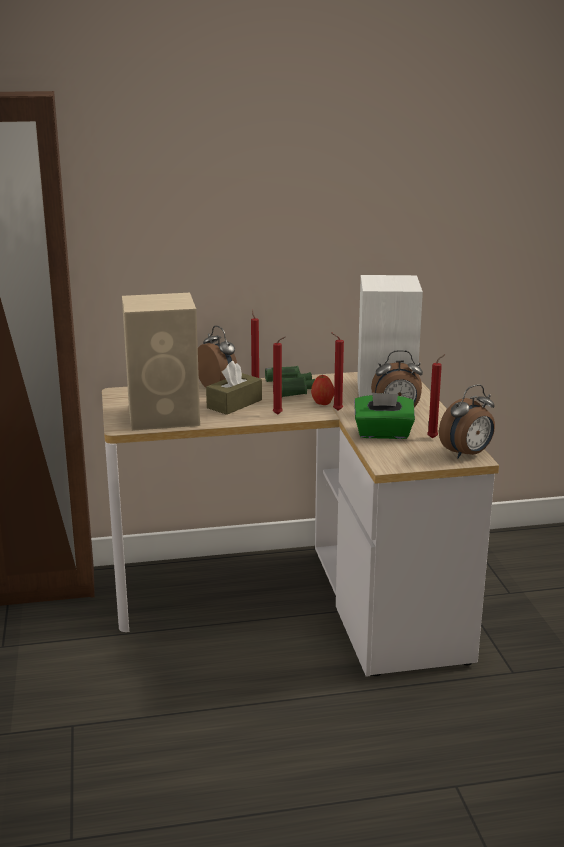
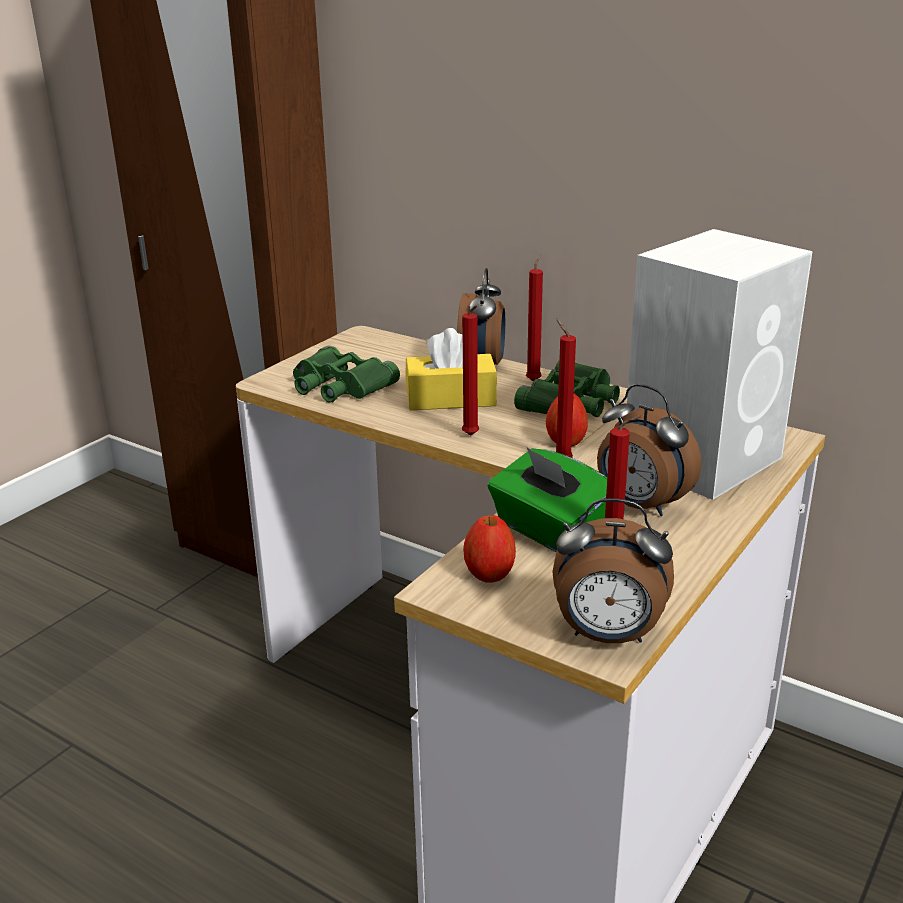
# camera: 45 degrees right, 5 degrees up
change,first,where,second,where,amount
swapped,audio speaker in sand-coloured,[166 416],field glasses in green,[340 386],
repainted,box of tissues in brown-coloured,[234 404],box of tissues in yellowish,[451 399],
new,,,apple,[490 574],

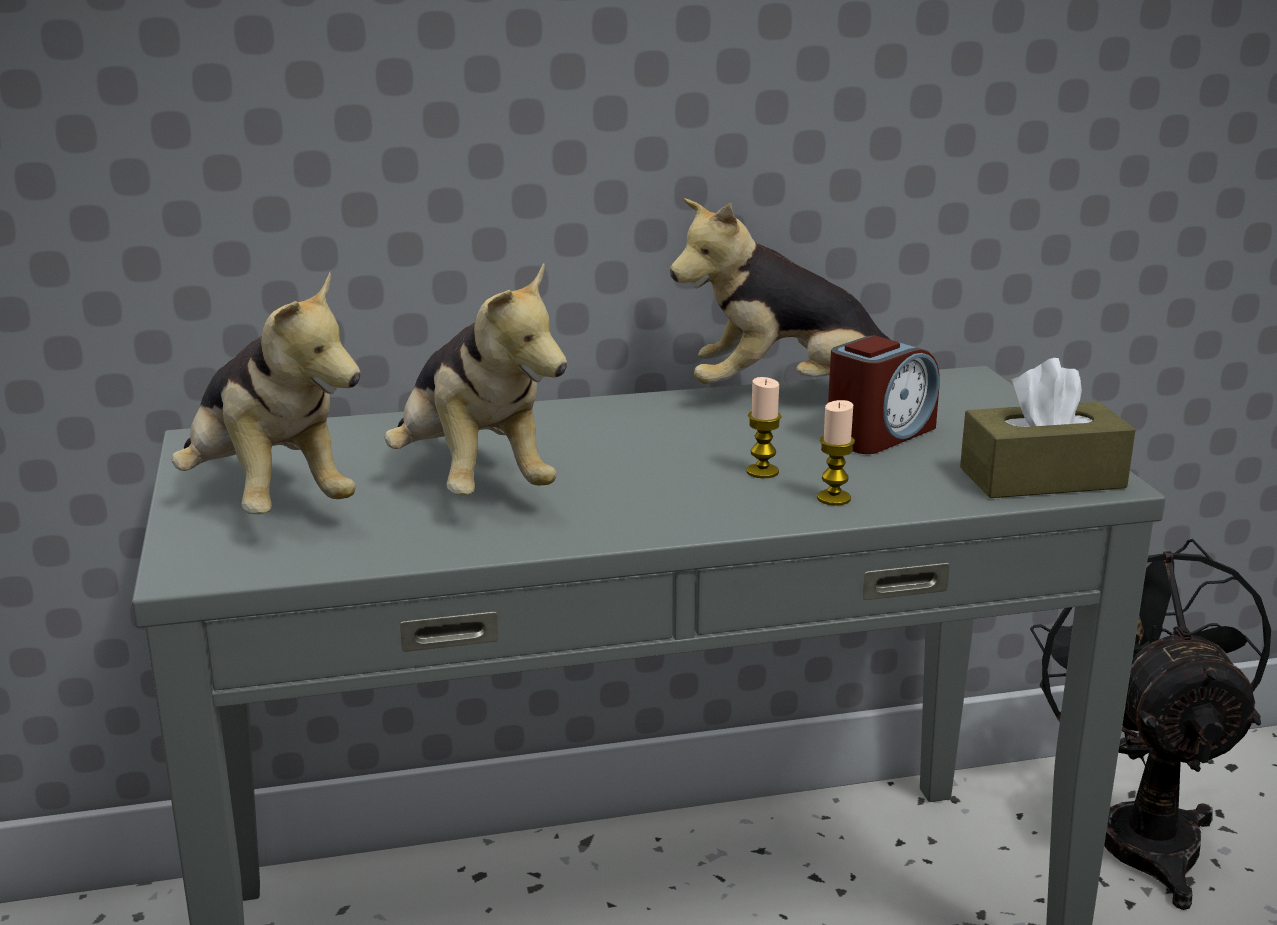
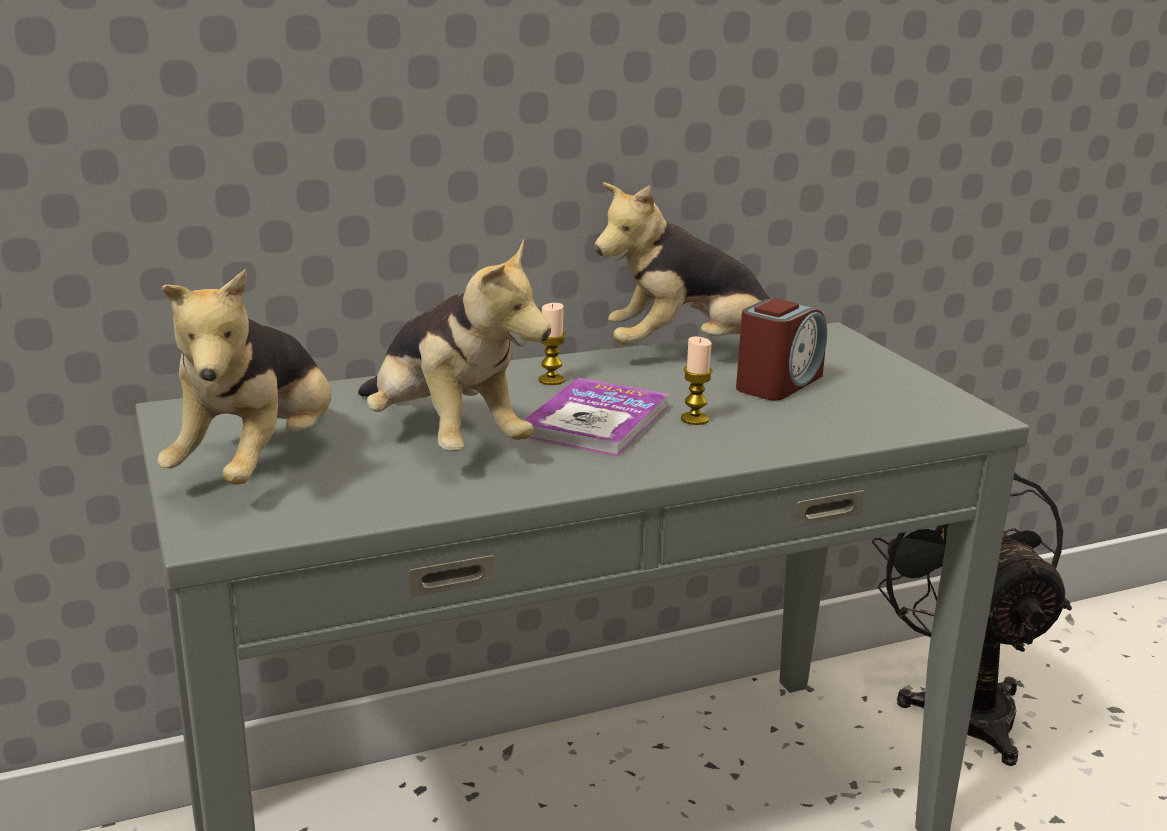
# camera: 10 degrees left, 0 degrees up
change,first,where,second,where,amount
rotated,soft toy,[266 500],,[260 464],60 degrees clockwise
gone,box of tissues in brown-coloured,[1042 478],,,
shifted,wax light,[833 498],,[551 380],
new,,,bound book,[596 421],

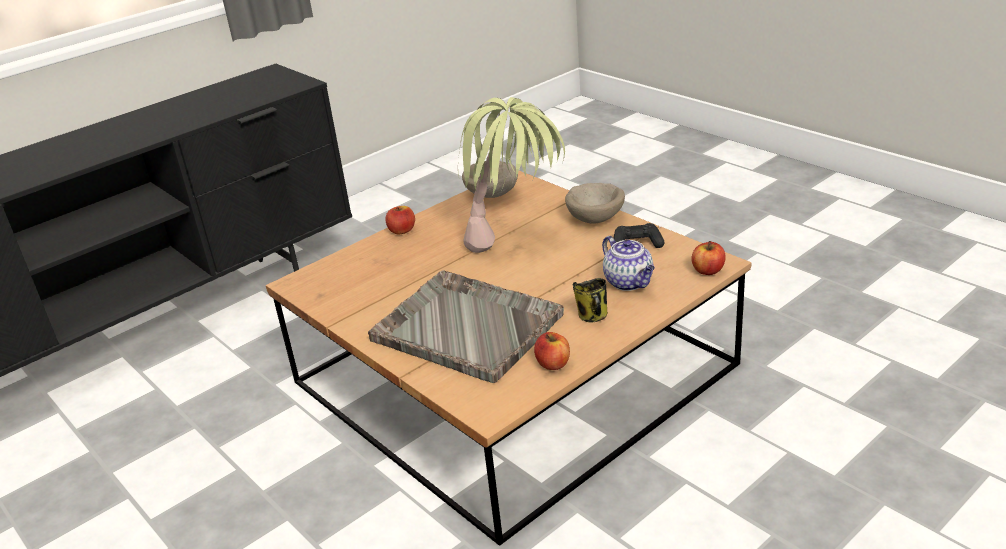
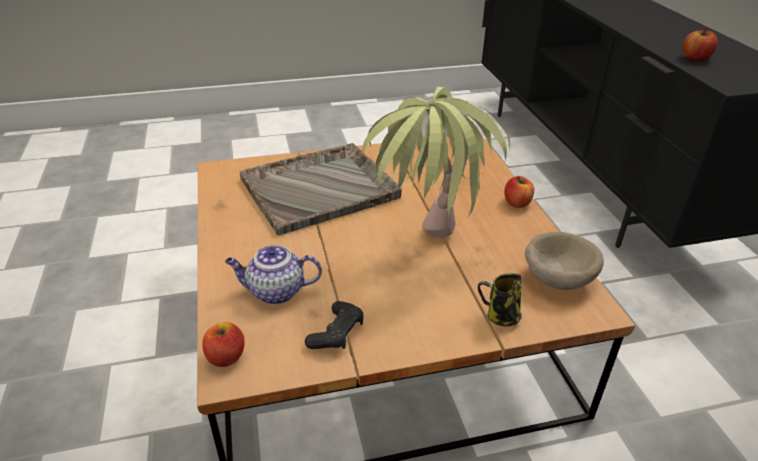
# camera: 115 degrees right, 5 degrees up
change,first,where,second,where,amount
gone,bowl in sand-coloured,[596 218],,,
shifted,tea mug,[593 317],,[500 316],
shifted,apple,[553 364],,[695 58],

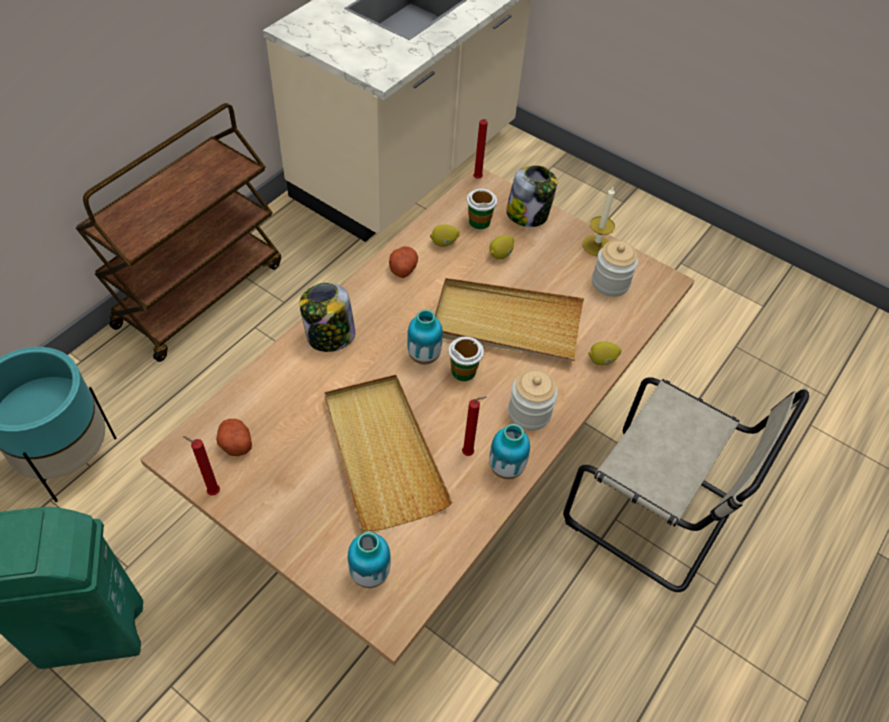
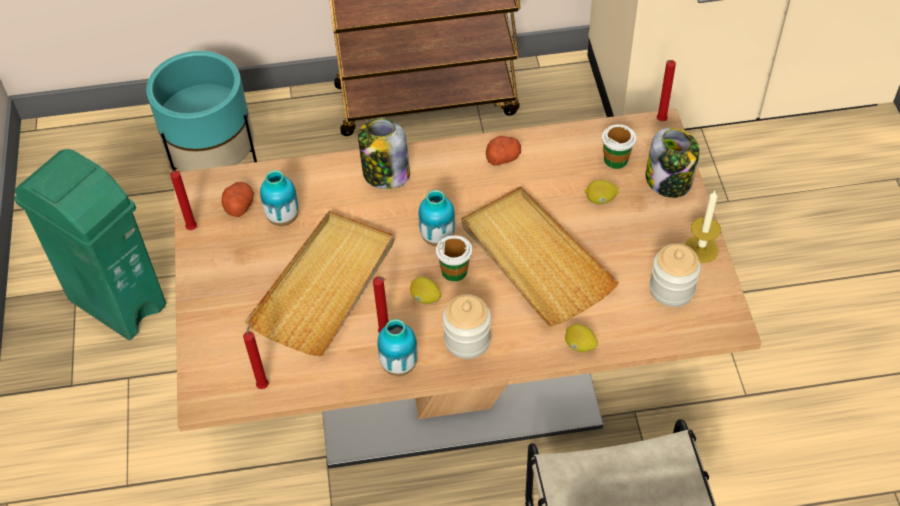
# camera: 50 degrees right, 0 degrees up
change,first,where,second,where,amount
shifted,citrus fruit,[444 243],,[425 298],
shifted,decorative vase,[370 574],,[283 218],
new,,,wax light in red,[264 384],

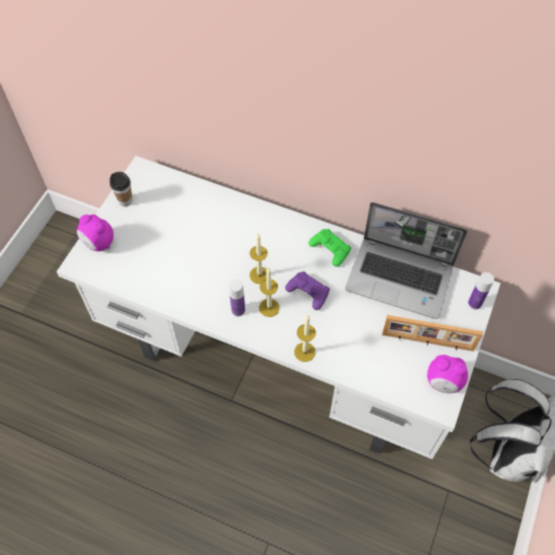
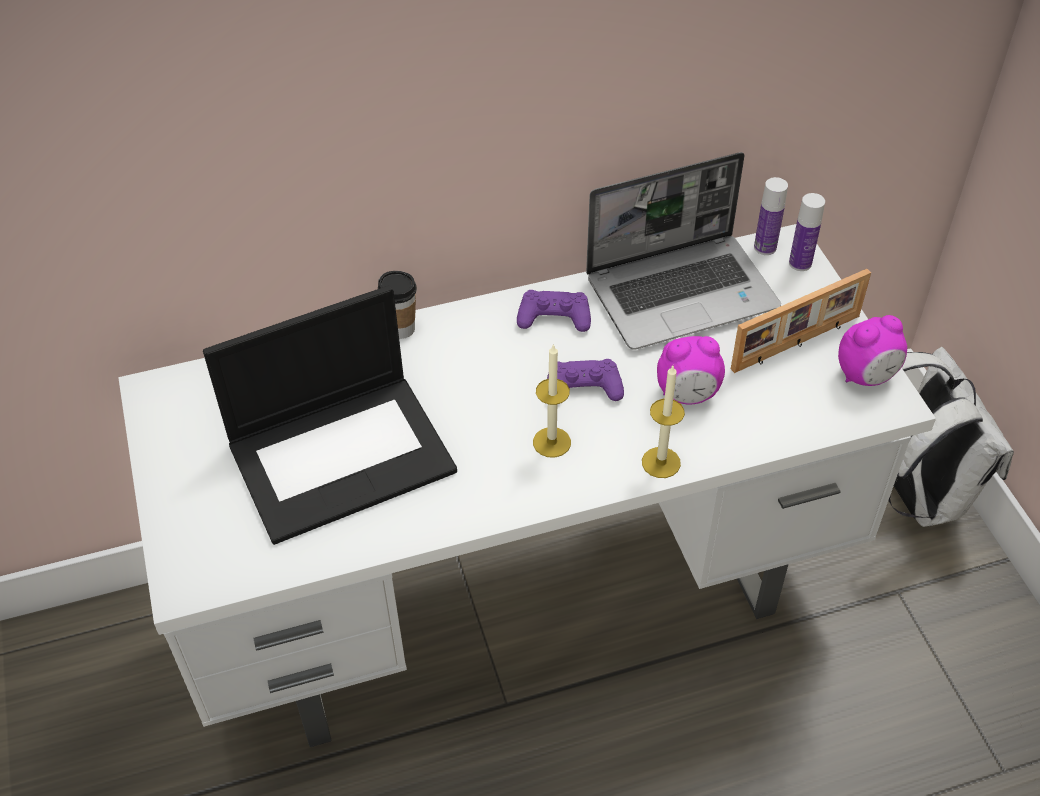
# camera: 40 degrees left, 10 degrees down
change,first,where,second,where,amount
shifted,drinking cup,[125 201],,[401 329],
shifted,alarm clock,[98 243],,[687 394],
repainted,gamepad in green,[330 249],gamepad in purplish,[554 316],
gone,wax light,[259 275],,,
shifted,bottle,[238 310],,[765 247],
new,,,laptop,[342 455],

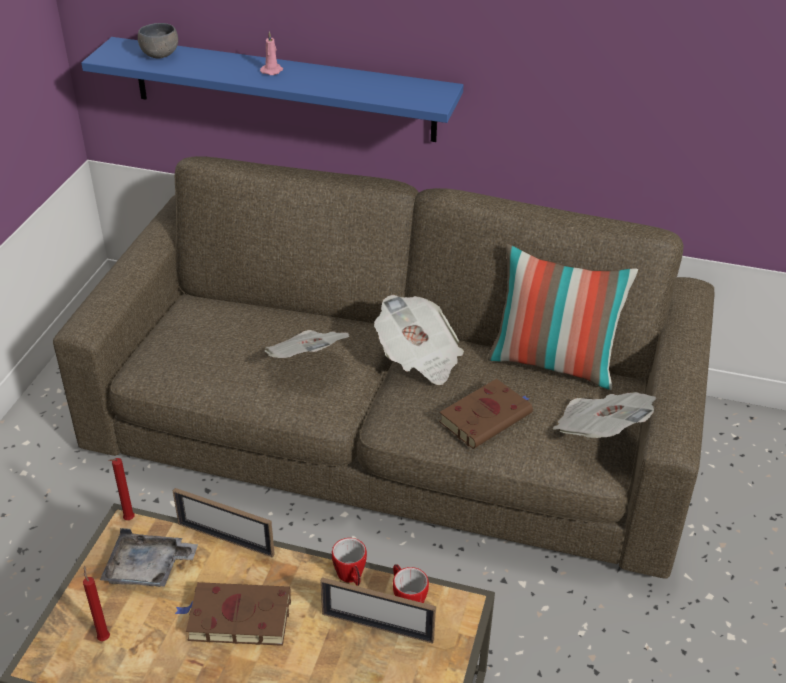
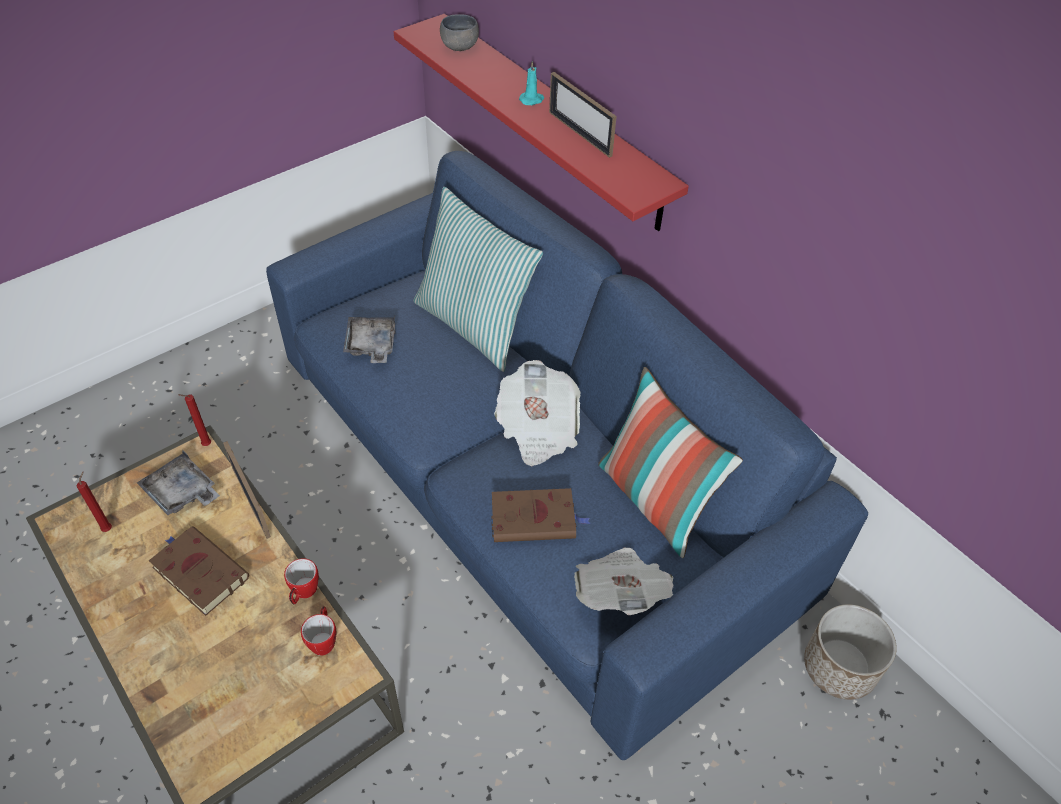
# camera: 35 degrees right, 10 degrees up
change,first,where,second,where,amount
repainted,wax light in pinkish,[272 70],wax light in turquoise-coloured,[532 100],
repainted,wall shelf in blue-coloured,[283 89],wall shelf in red,[552 120],
repainted,settee in brown-coloured,[392 428],settee in blue-coloured,[528 473],
gone,printed paper,[307 360],,,
shifted,picture frame,[377 627],,[580 133],
new,,,cushion,[475 325],
new,,,tray in greyish,[371 345],
new,,,planter,[840 667],

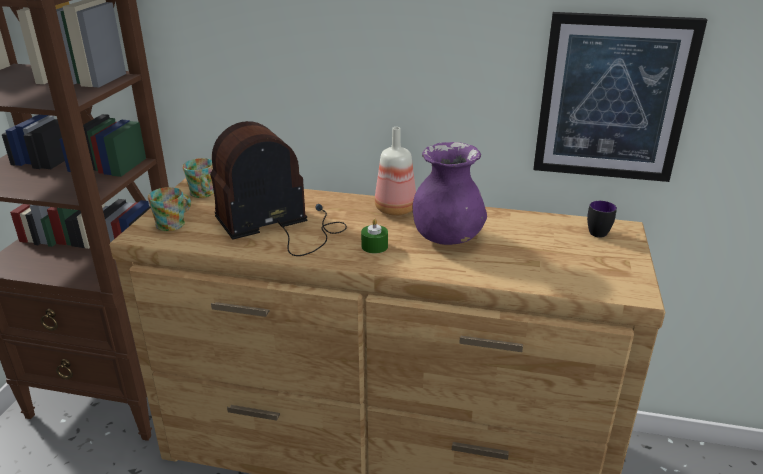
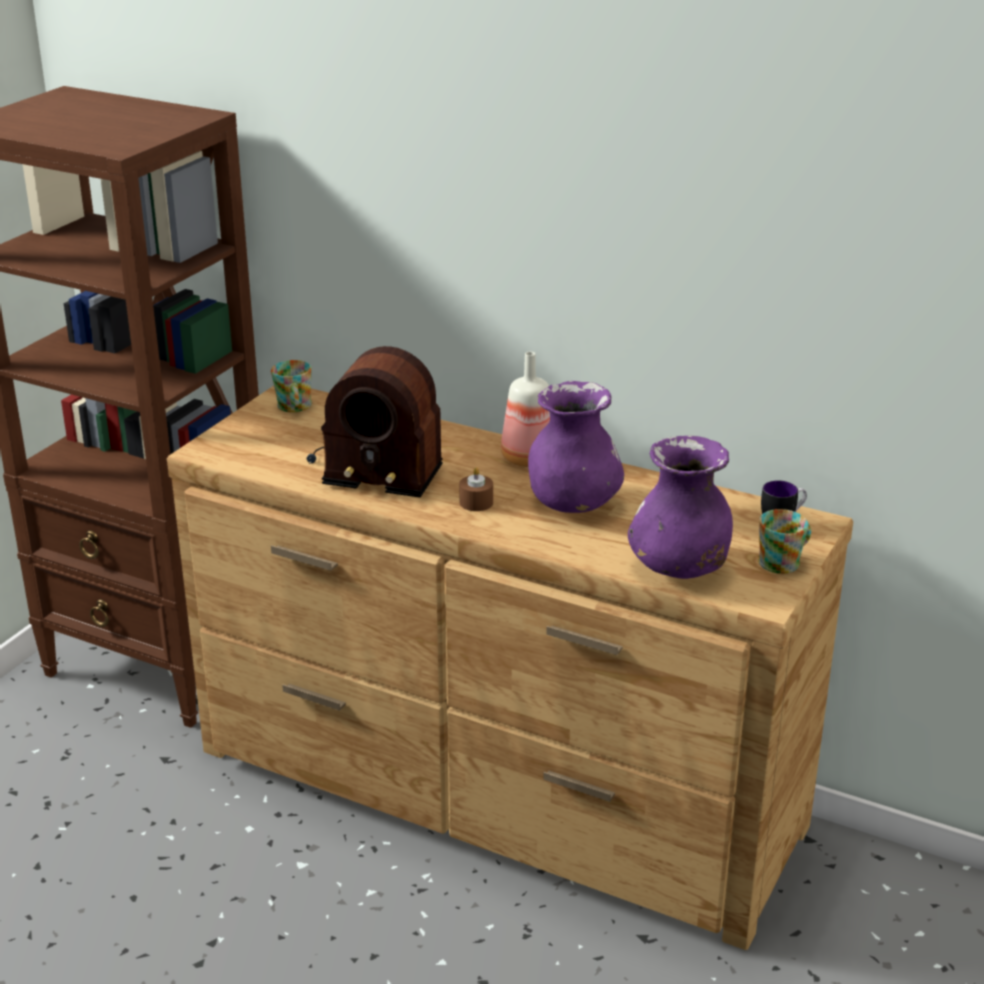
# camera: 15 degrees right, 0 degrees up
change,first,where,second,where,amount
gone,wall art,[612 98],,,
rotated,radio set,[281 226],,[374 462],150 degrees counterclockwise
shifted,tea mug,[174 223],,[784 561],
repainted,wax light in green,[374 246],wax light in brown-coloured,[476 502],
new,,,decorative vase in purplish,[679 569],

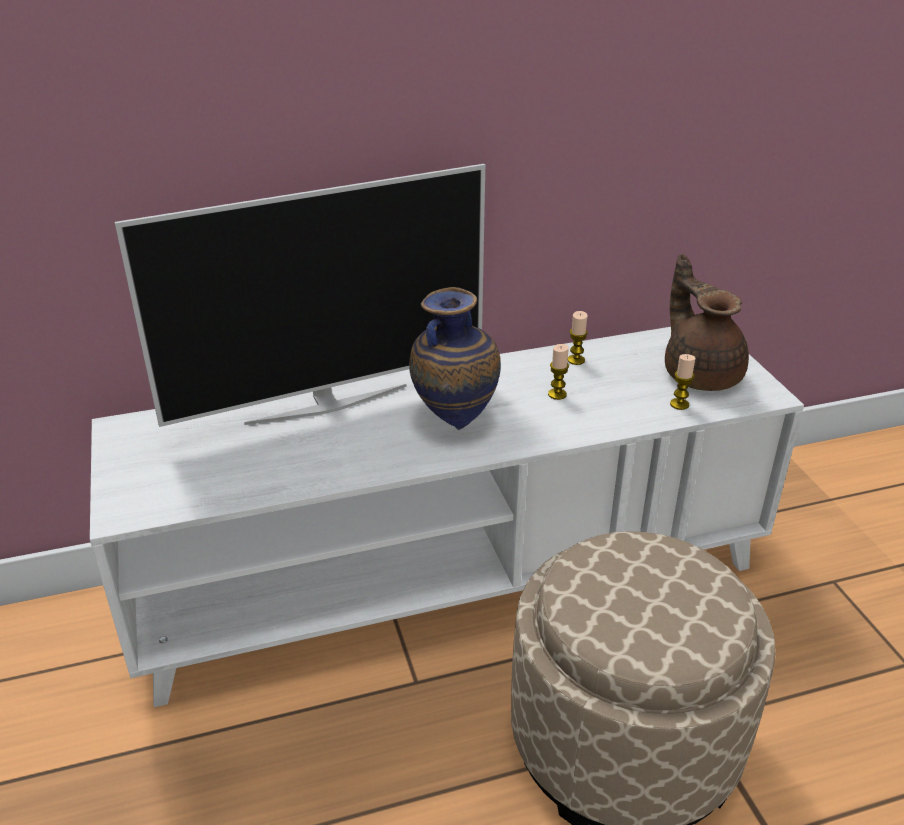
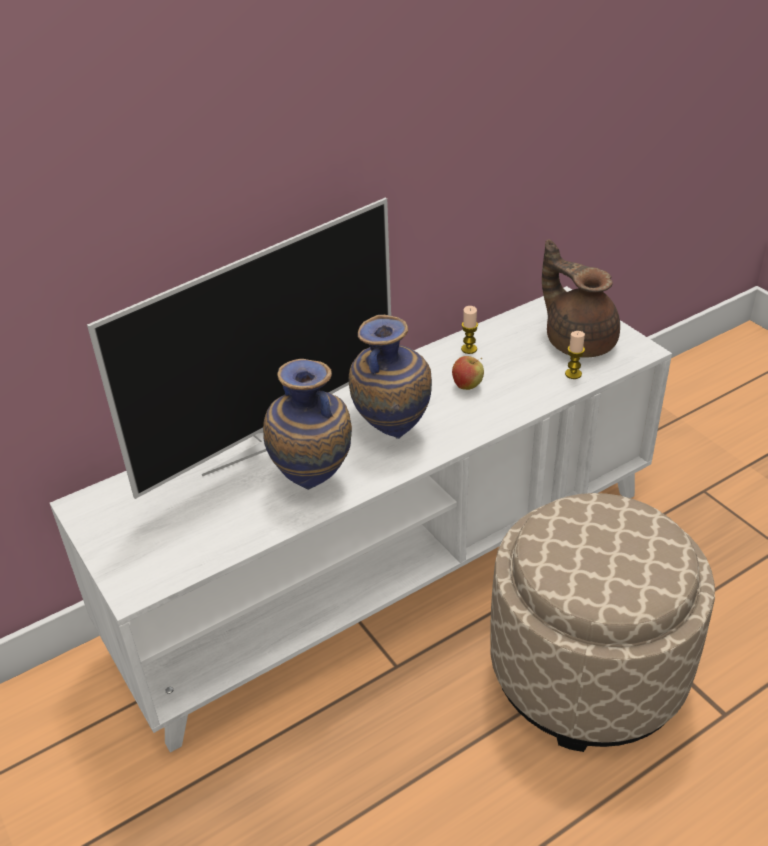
# camera: 15 degrees left, 5 degrees up
change,first,where,second,where,amount
swapped,wax light,[557 394],apple,[467 386],
new,,,decorative vase,[314 481],

